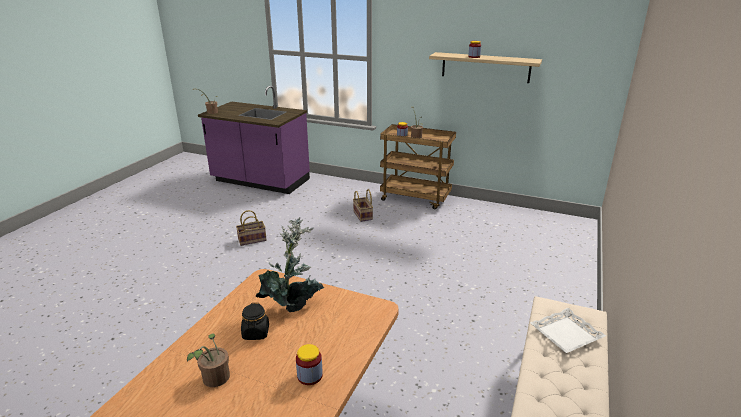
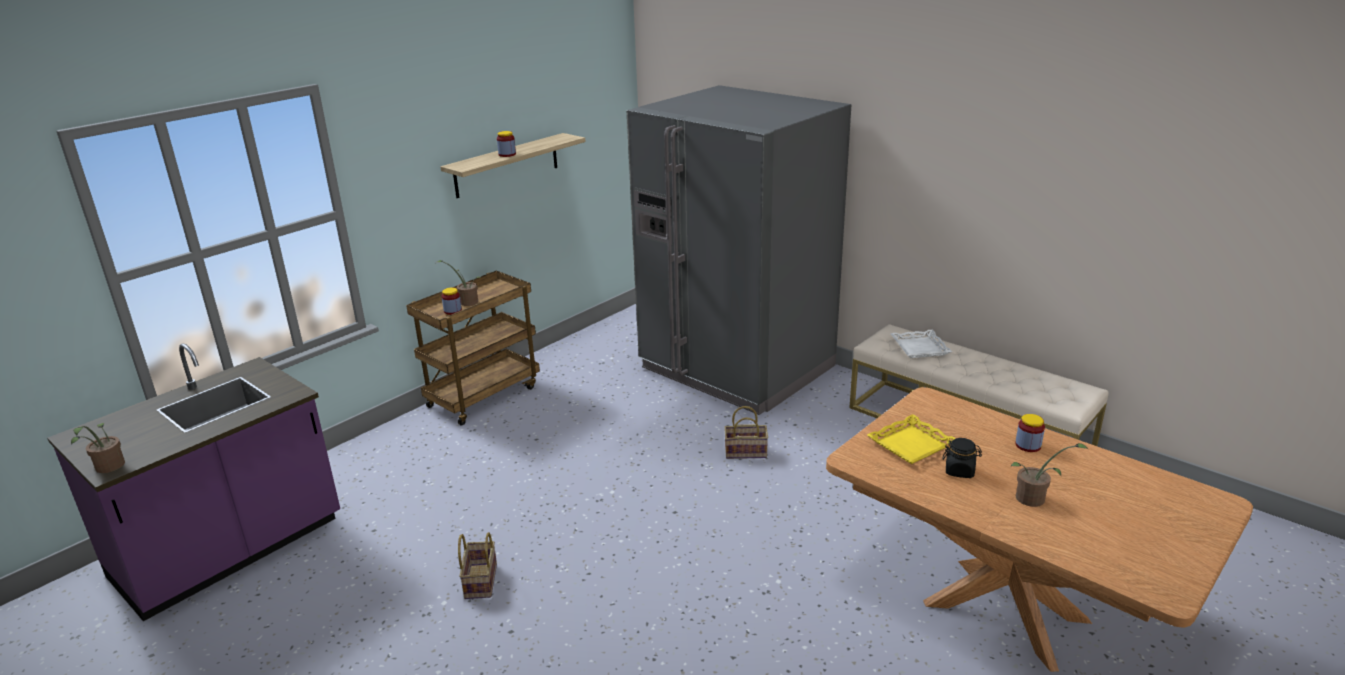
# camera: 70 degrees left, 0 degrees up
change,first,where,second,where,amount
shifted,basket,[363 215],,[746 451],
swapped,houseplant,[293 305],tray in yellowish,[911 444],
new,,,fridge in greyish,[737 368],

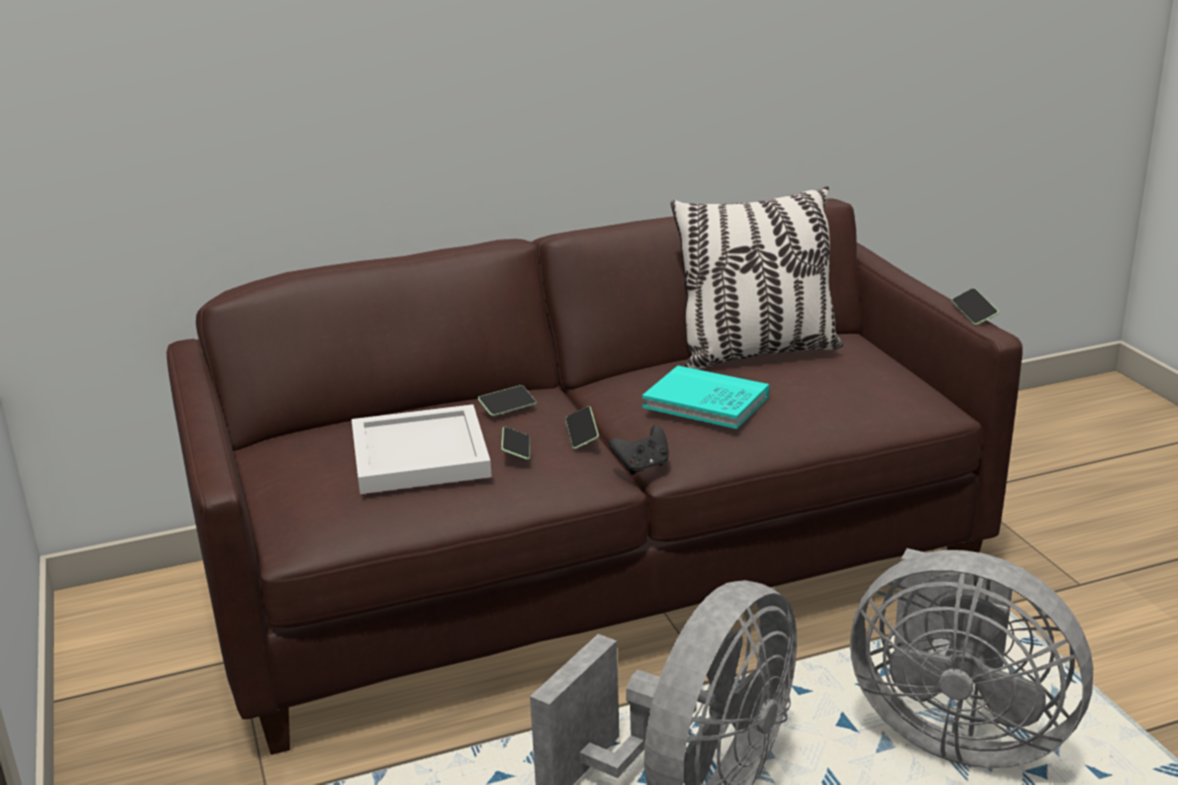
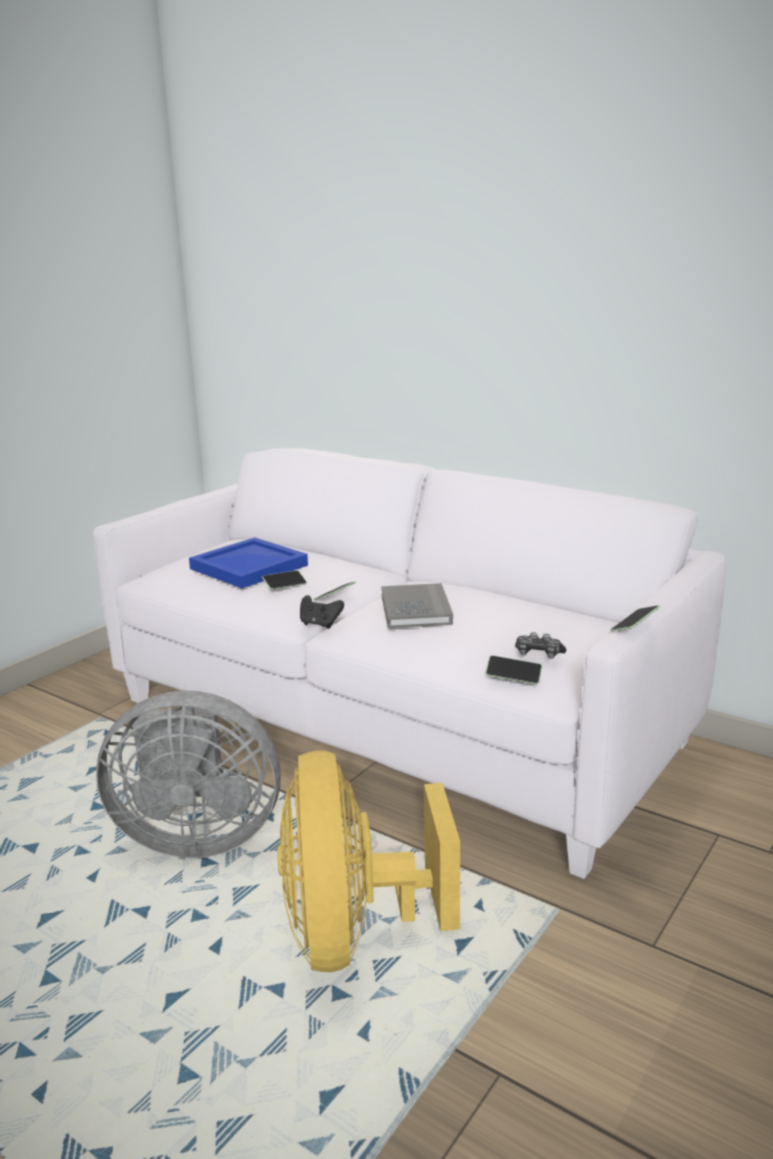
# camera: 55 degrees right, 5 degrees down
change,first,where,second,where,amount
gone,cushion,[757 353],,,
repainted,settee in brown-coloured,[595 573],settee in whitish,[392 722],
repainted,bound book in turquoise-coloured,[705 402],bound book in greyish,[415 610],
shifted,phone,[507 408],,[513 677],
repainted,tray in whitish,[418 456],tray in blue-coloured,[247 567],
repainted,electric fan in greyish,[956 732],electric fan in yellowish,[354 933],
new,,,gamepad,[538 654],

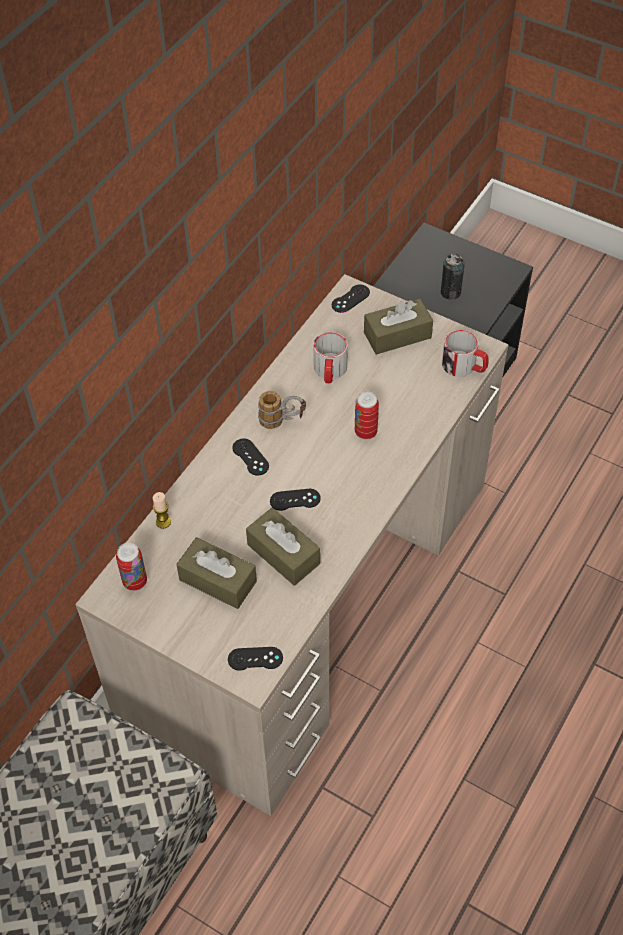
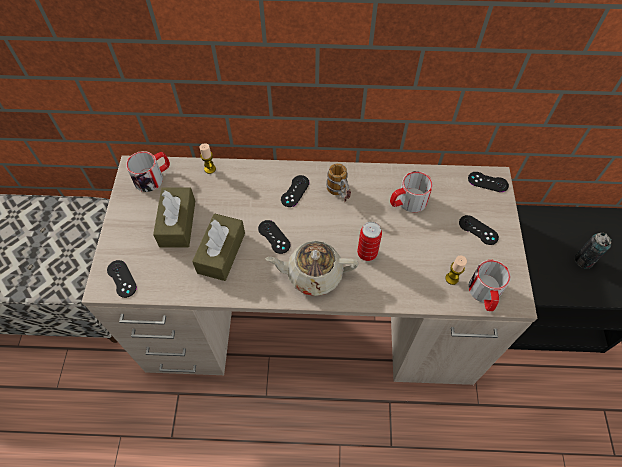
# camera: 60 degrees right, 5 degrees up
change,first,where,second,where,amount
swapped,box of tissues in brown-coloured,[397 335],gamepad in blackish,[478 230],
swapped,metal can,[135 581],tea mug,[153 177],
new,,,pot for tea in sand-coloured,[313 274],
new,,,wax light,[451 278],

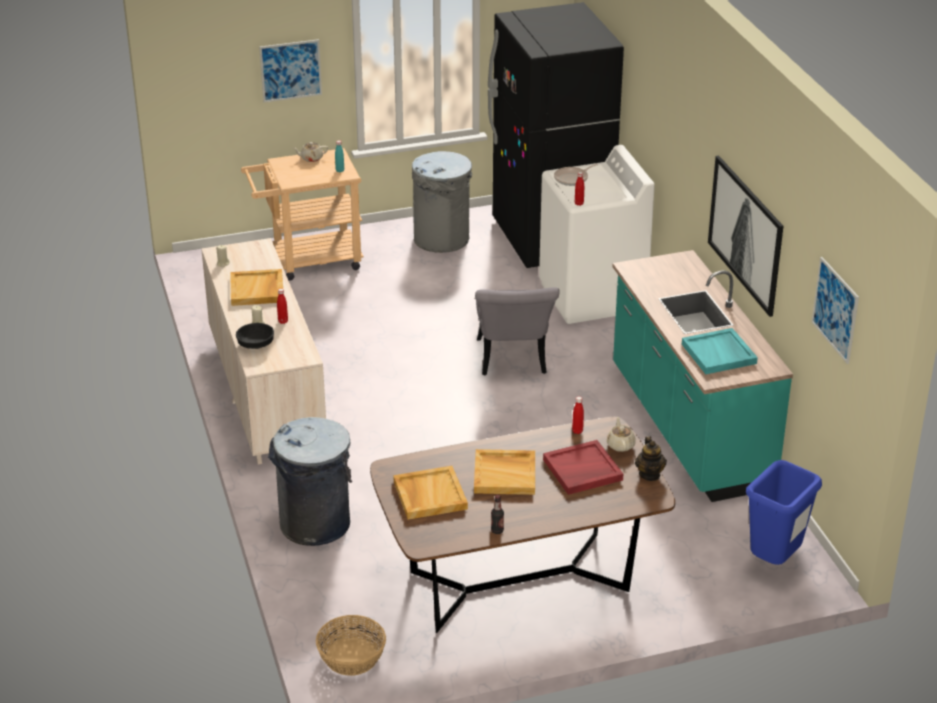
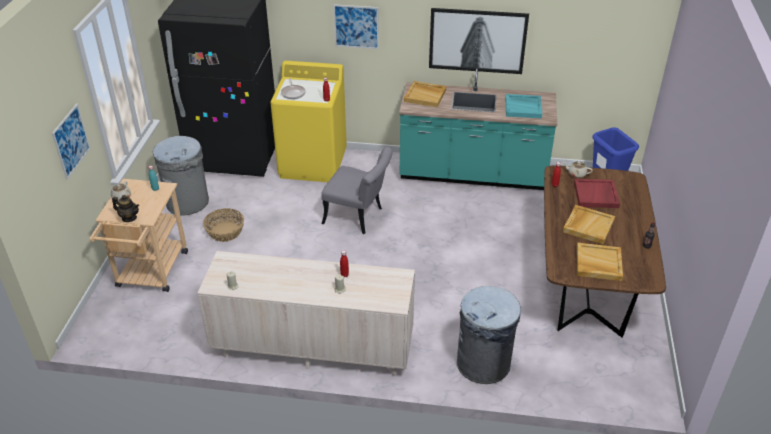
# camera: 65 degrees left, 5 degrees up
change,first,where,second,where,amount
repainted,washing machine in whitish,[592 297],washing machine in yellowish,[313 164],
shifted,wall art,[835 309],,[356 26],
shifted,tray in sand-coloured,[257 290],,[425 95],
gone,bowl in blackish,[256 345],,,
shifted,pot for tea,[650 474],,[129 218],
shifted,basket,[351 657],,[225 232],

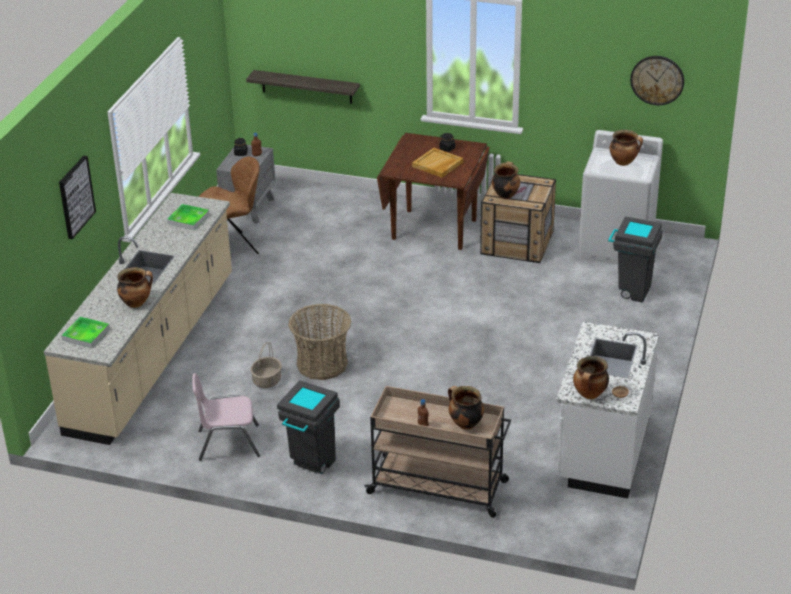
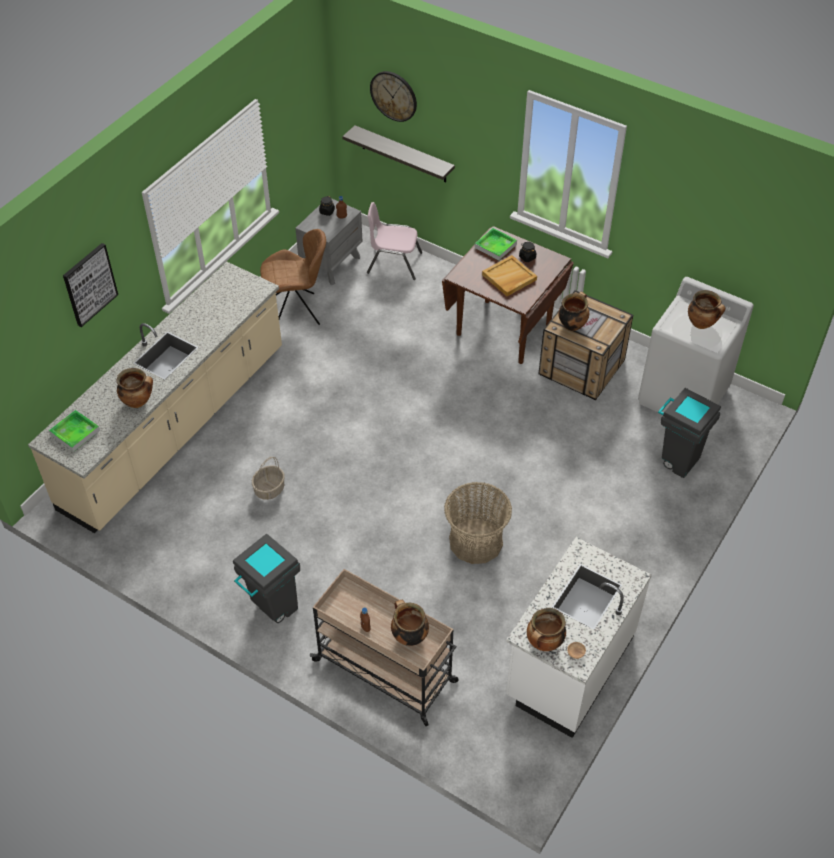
# camera: 15 degrees right, 15 degrees up
change,first,where,second,where,amount
shifted,clock on the wall,[657 80],,[394 96],
shifted,tray,[188 219],,[495 246],
shifted,basket,[322 364],,[476 541],
shifted,upright chair in pinkish,[228 443],,[394 263],

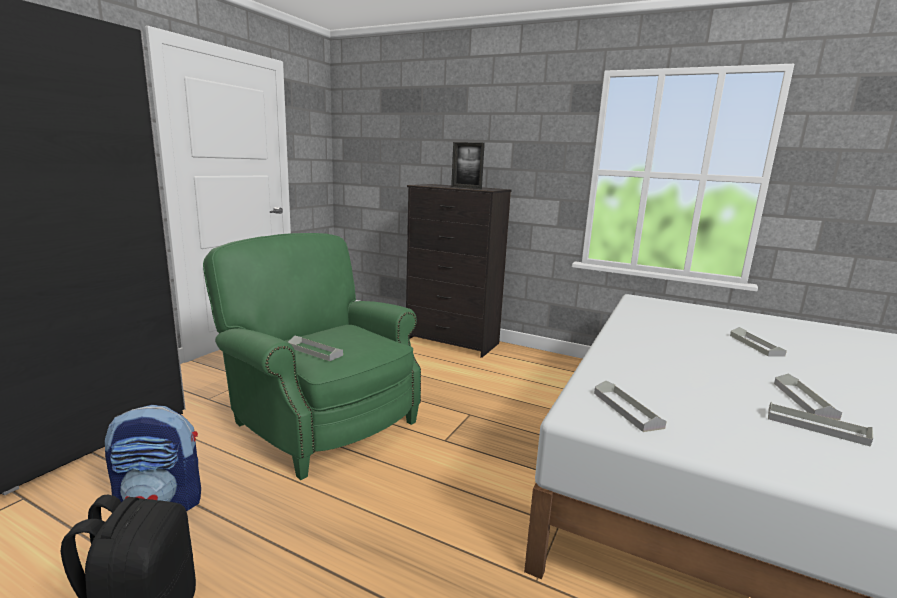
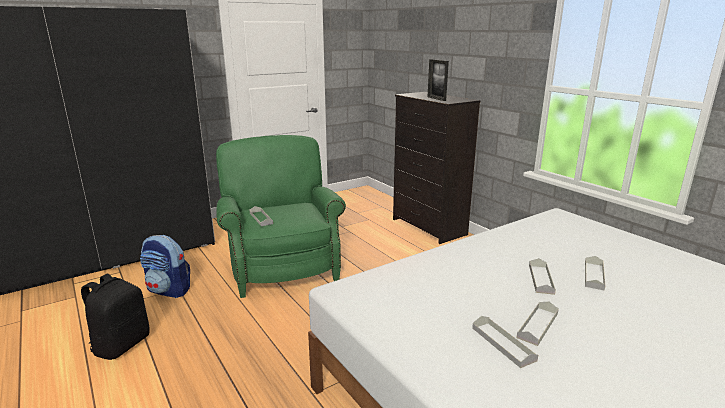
# camera: 30 degrees right, 5 degrees up
change,first,where,second,where,amount
shifted,tray in greyish,[627 410],,[541 279],

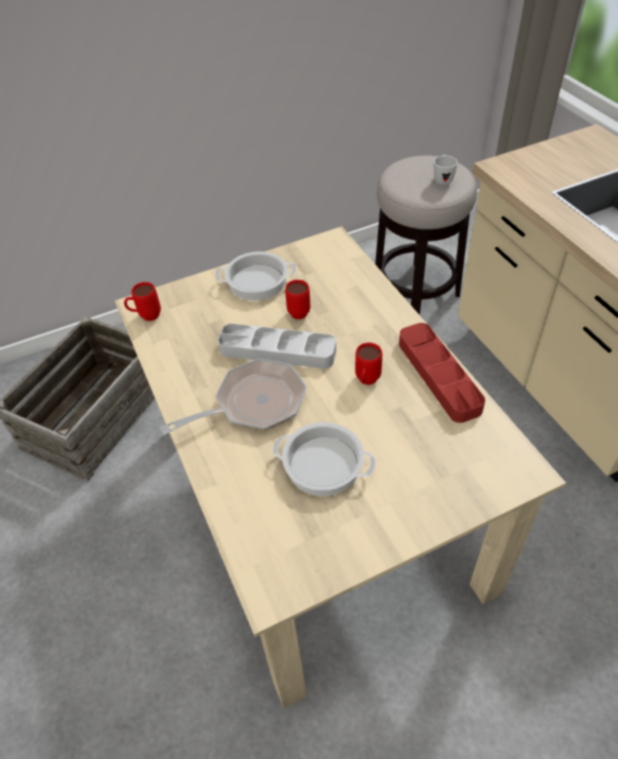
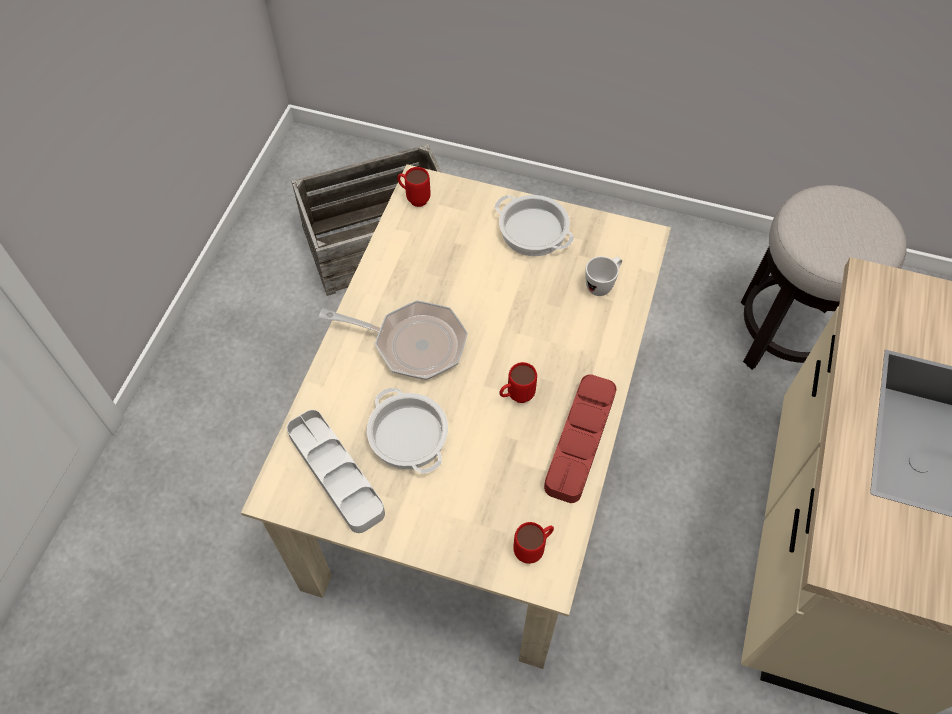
# camera: 40 degrees right, 10 degrees up
change,first,where,second,where,amount
shifted,tea mug in whitish,[442 179],,[602 285],
shifted,tea mug in red,[300 310],,[533 549],
shifted,tray in greyish,[277 350],,[336 473],

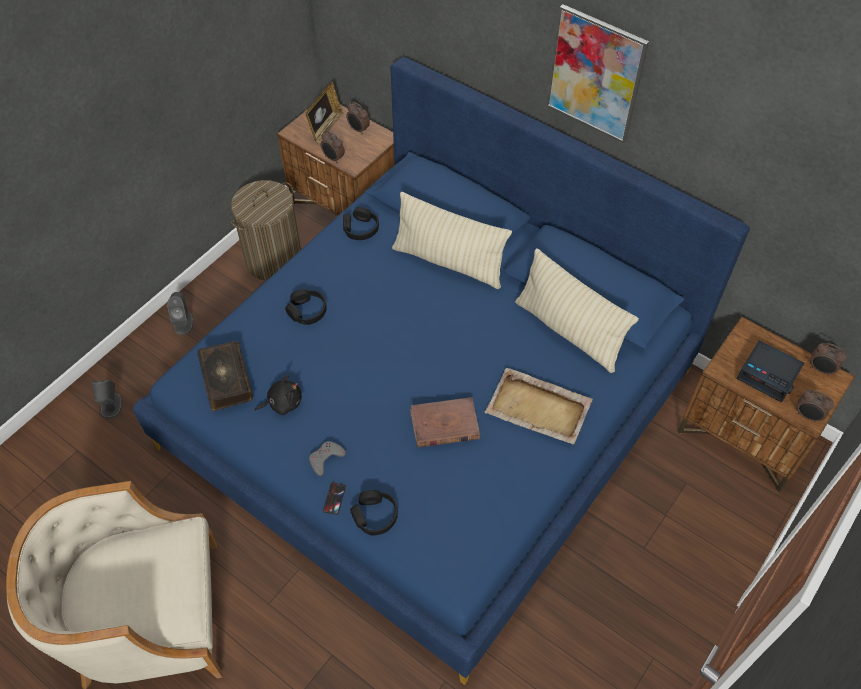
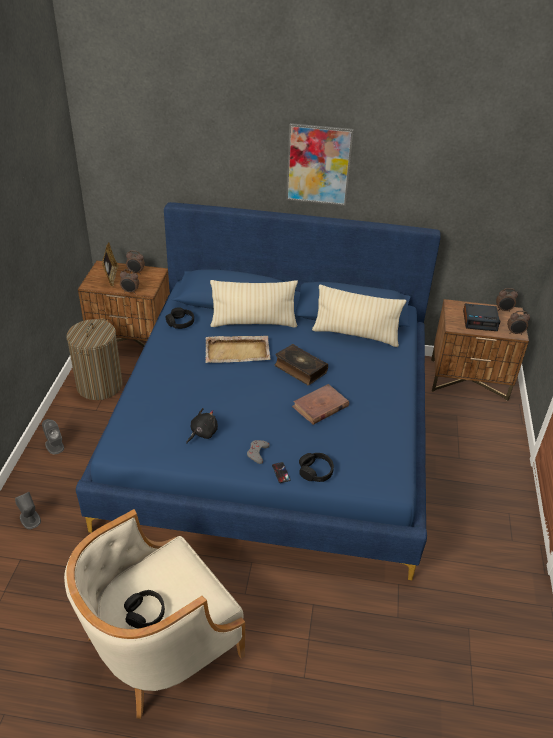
# camera: 30 degrees left, 15 degrees down
change,first,where,second,where,amount
shifted,headset in blackish,[307 311],,[145 613],
shifted,bound book,[225 380],,[300 369],
shifted,tray in sand-coloured,[539 408],,[238 351],

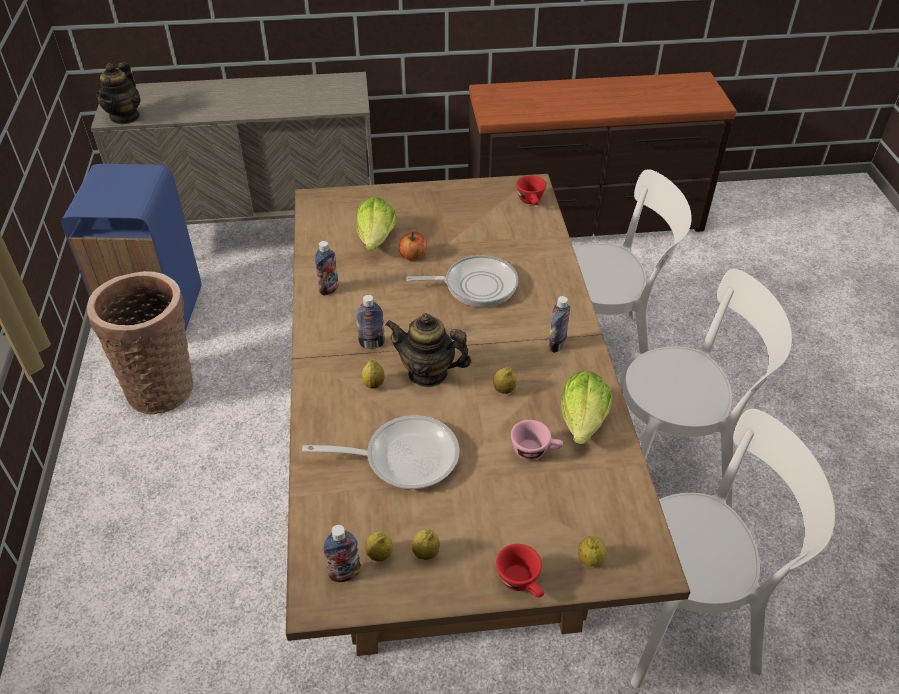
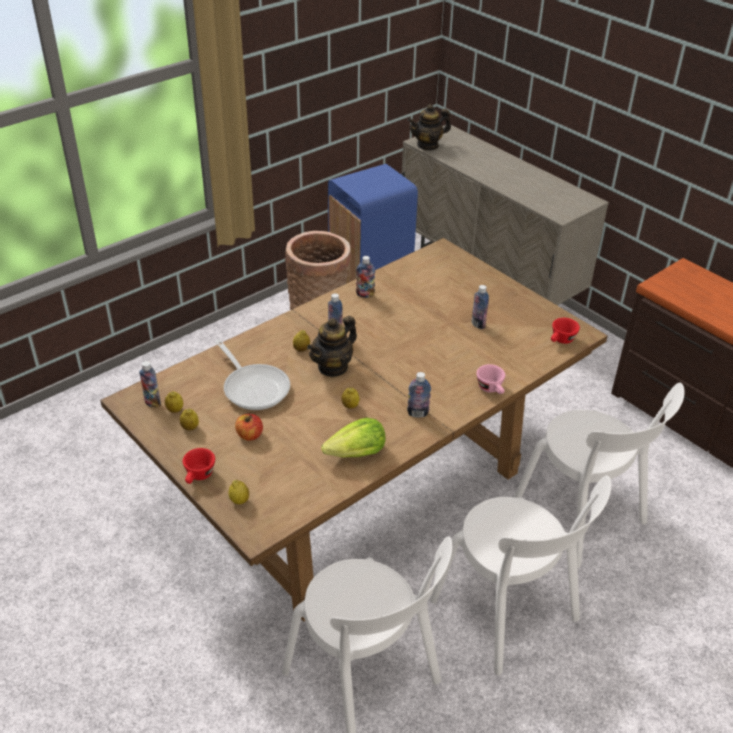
# camera: 55 degrees right, 5 degrees down
change,first,where,second,where,amount
gone,head of lettuce,[376 238],,,
shifted,apple,[413 256],,[249 435],
gone,pan,[476 285],,,
rotated,pot for tea,[428 373],,[333 367],120 degrees counterclockwise
shifted,drinking cup in pinkish,[535 451],,[491 389],
new,,,bottle,[478 324],

